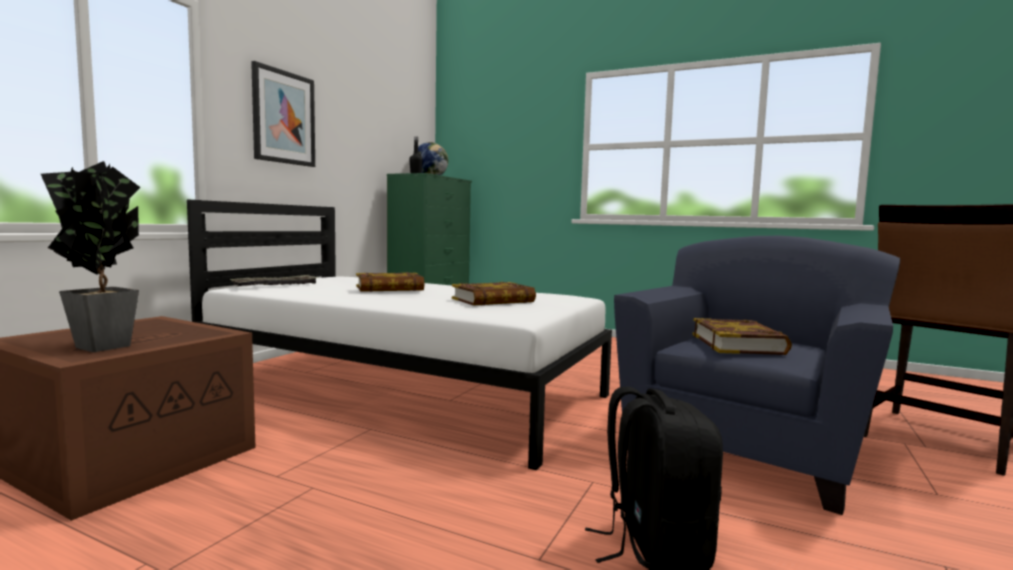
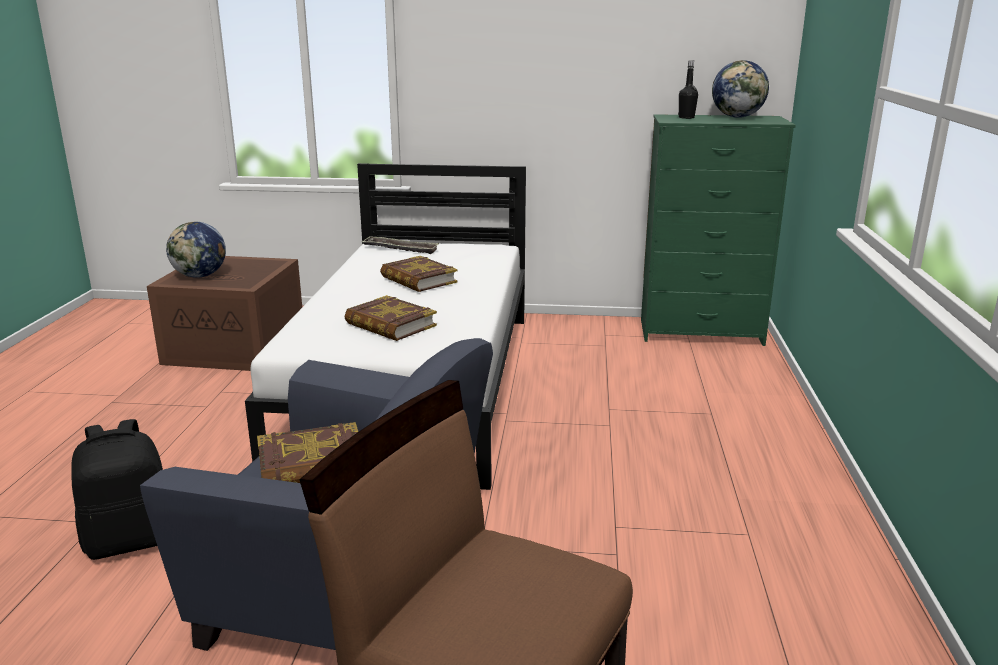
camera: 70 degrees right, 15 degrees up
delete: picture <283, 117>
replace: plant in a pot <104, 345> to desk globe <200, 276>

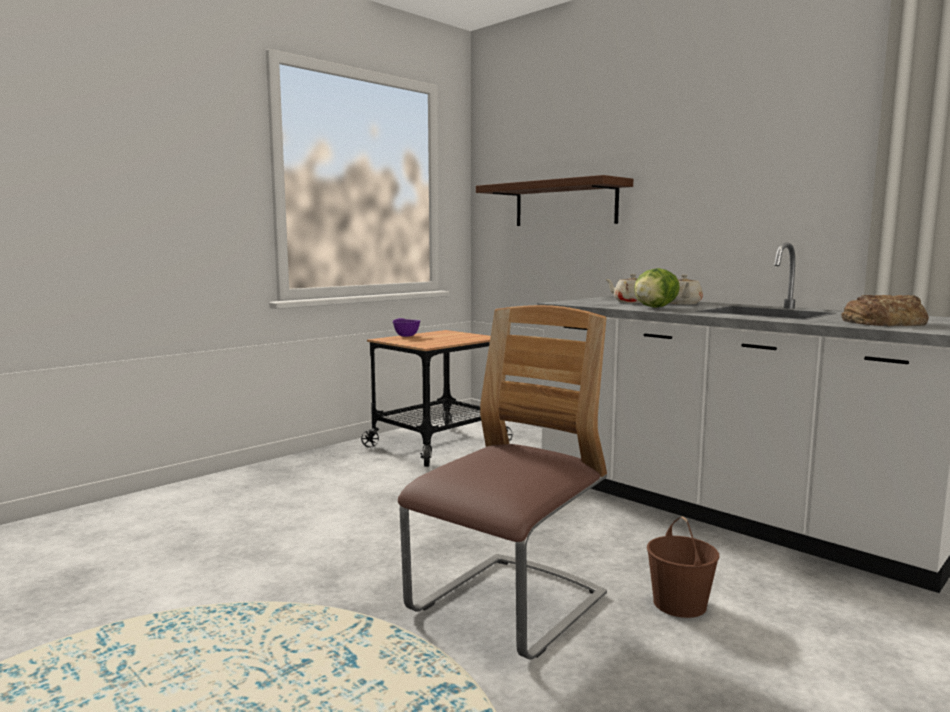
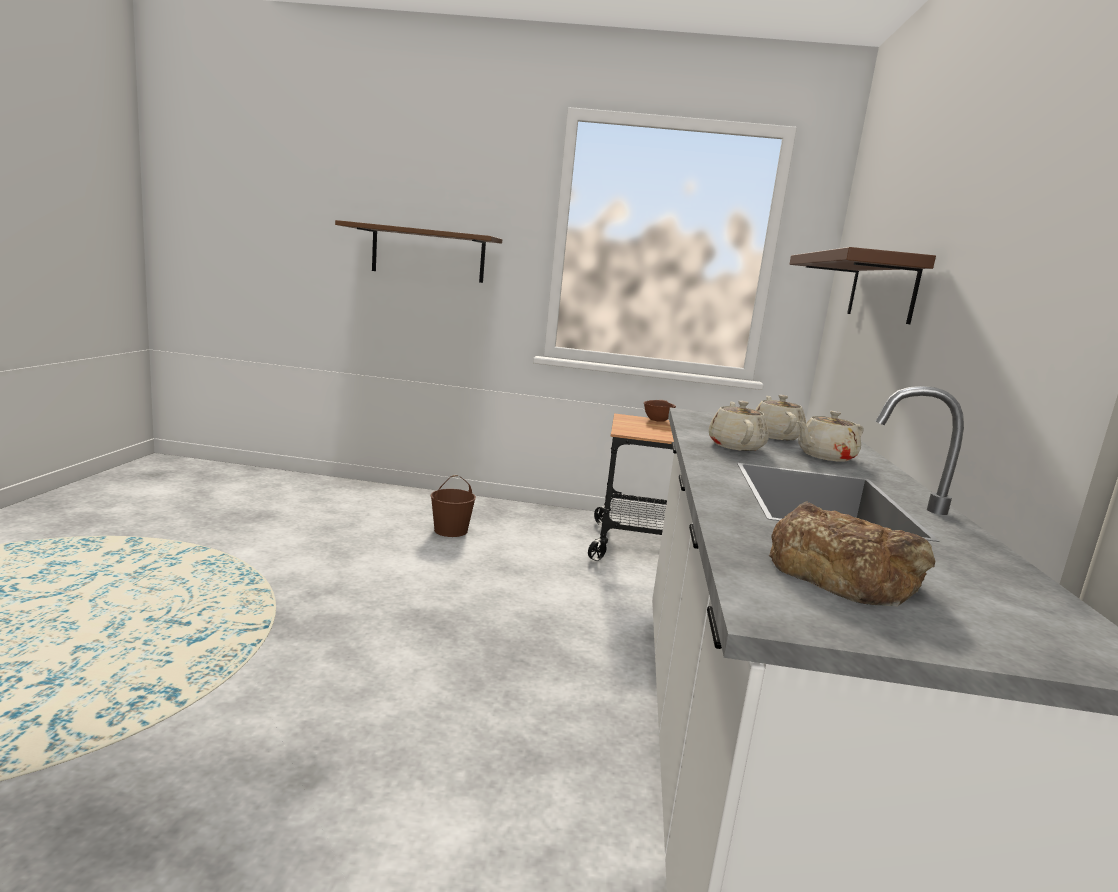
camera: 50 degrees right, 5 degrees up
delete: upright chair <508, 606>
insert: bracket shelf (brown) <428, 254>
move: water bucket (brown) <680, 604> to <450, 530>
replace: lettuce <654, 307> to pot for tea (sand-coloured) <735, 446>
recolor: deep dish (purple) <405, 336> to deep dish (brown) <657, 420>

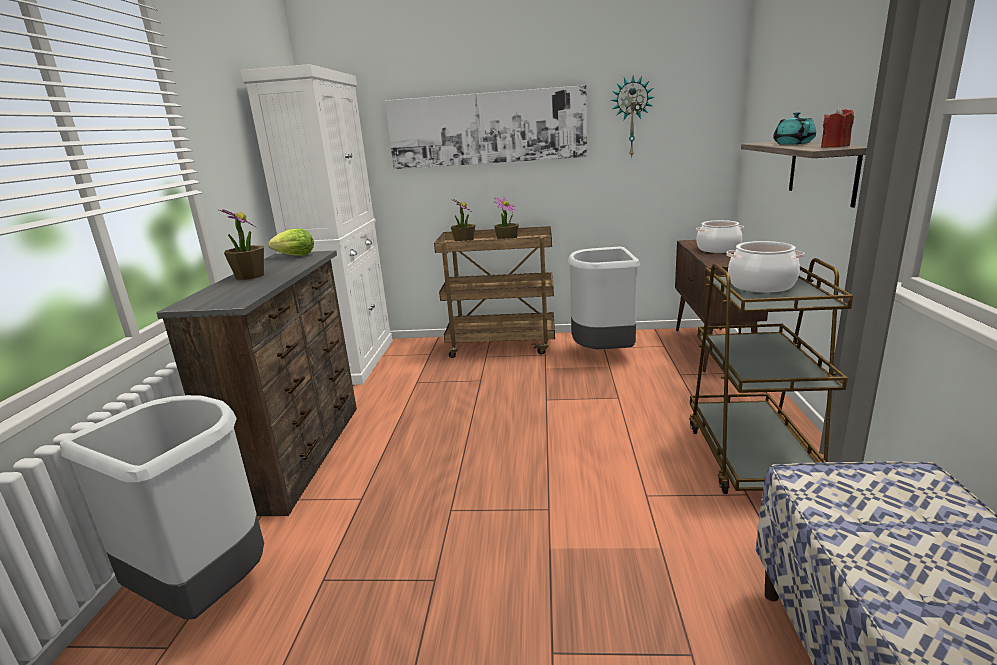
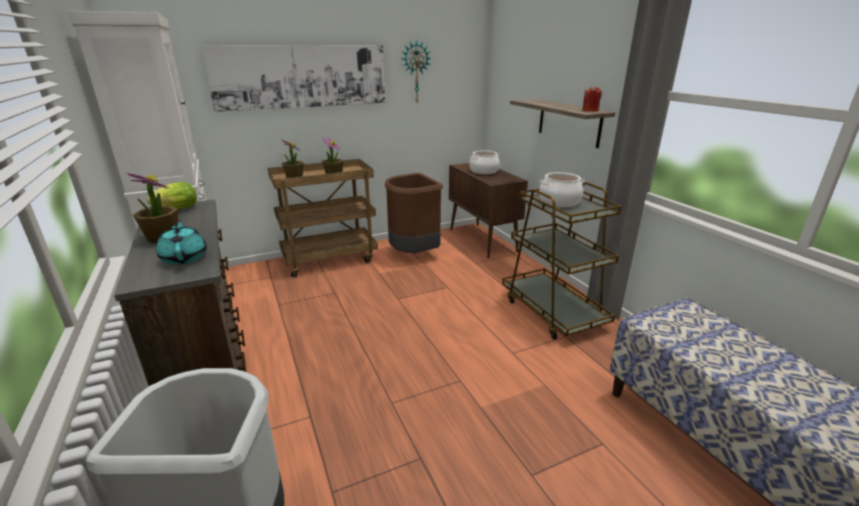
camera: 30 degrees left, 5 degrees up
move: pot for tea (turquoise-coloured) <793, 144> to <185, 257>
recolor: rubbish bin (greyish) <603, 353> to rubbish bin (brown) <413, 254>

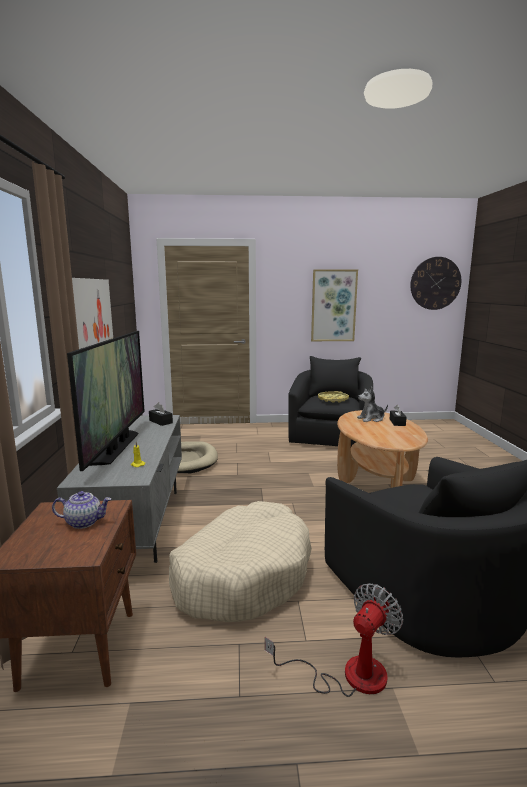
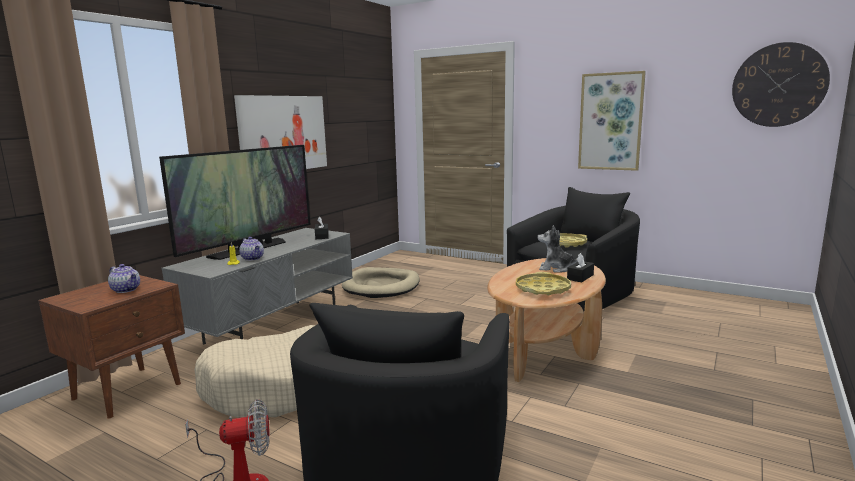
camera: 35 degrees right, 0 degrees up
insert: pot for tea <253, 258>; serving tray (yellow) <542, 289>

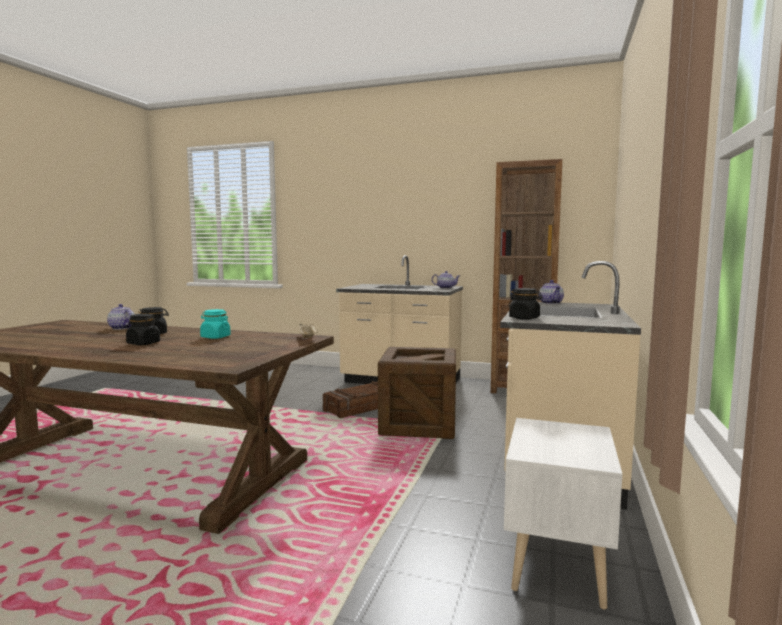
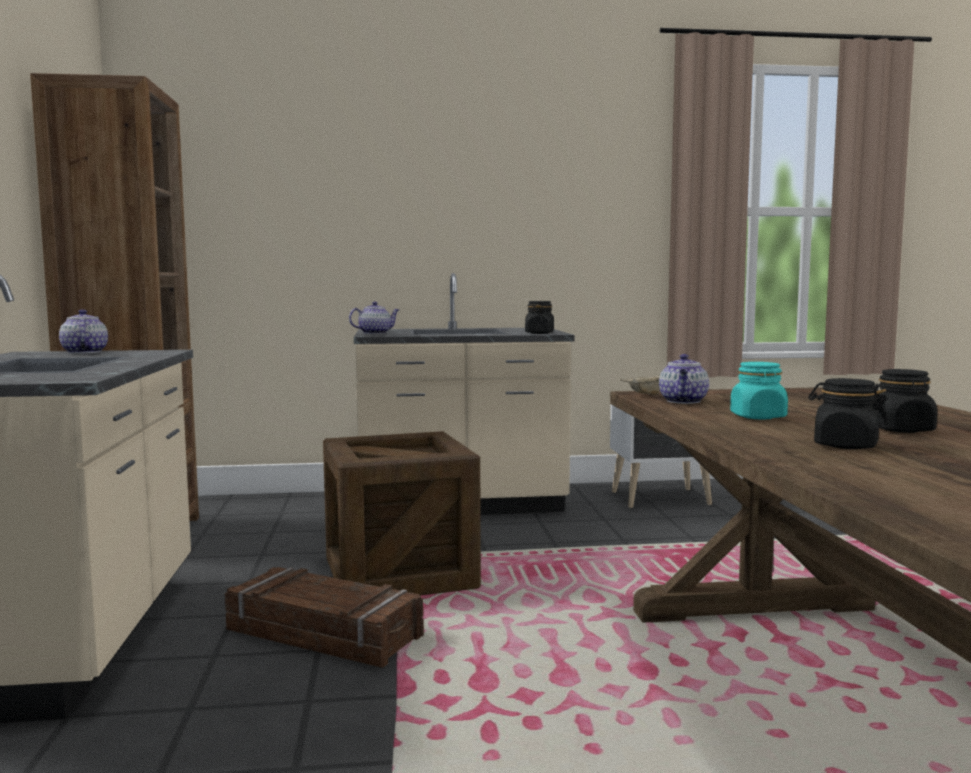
camera: 115 degrees left, 0 degrees up
move: pot for tea <121, 328> to <683, 401>

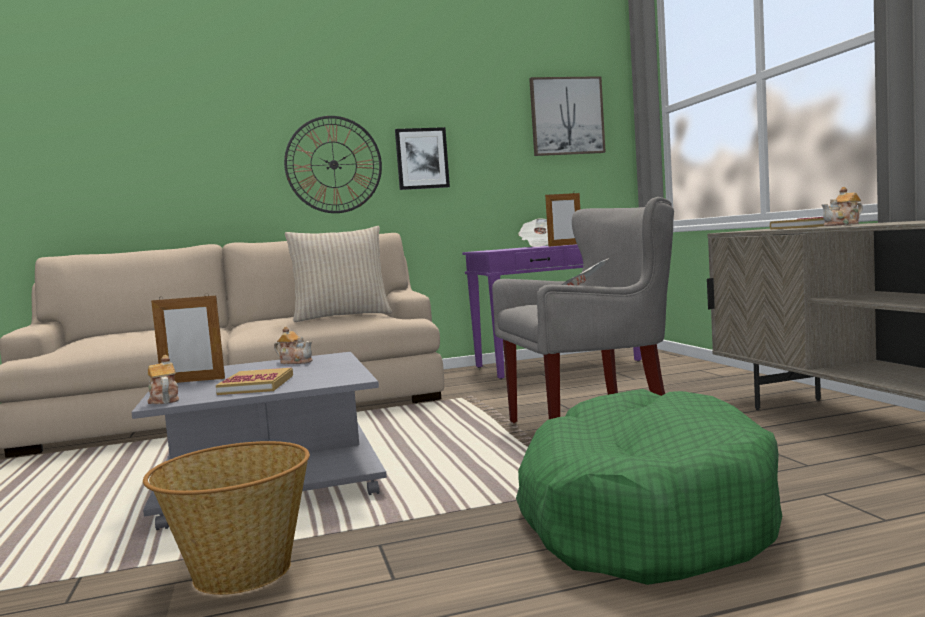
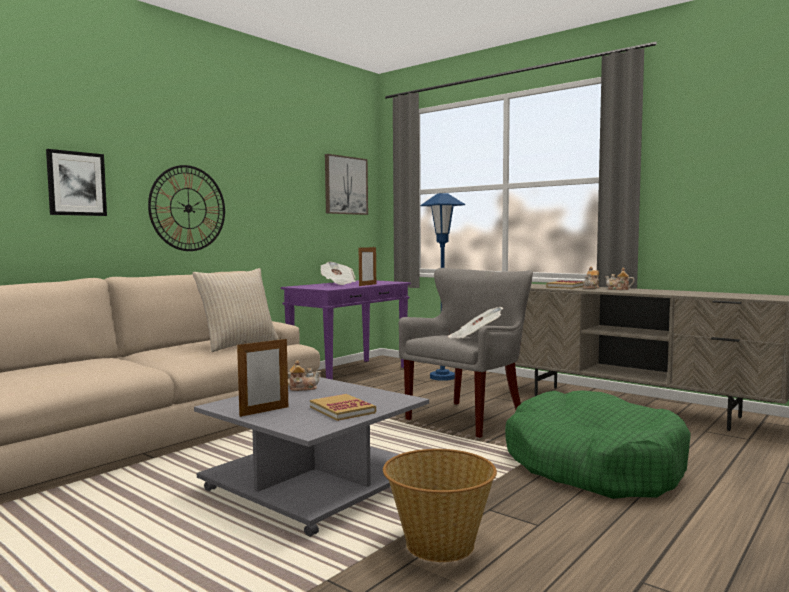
camera: 35 degrees left, 0 degrees up
insert: standard lamp (blue-coloured) <442, 377>
move: picture <422, 158> to <76, 183>; pot for tea <164, 400> to <618, 289>

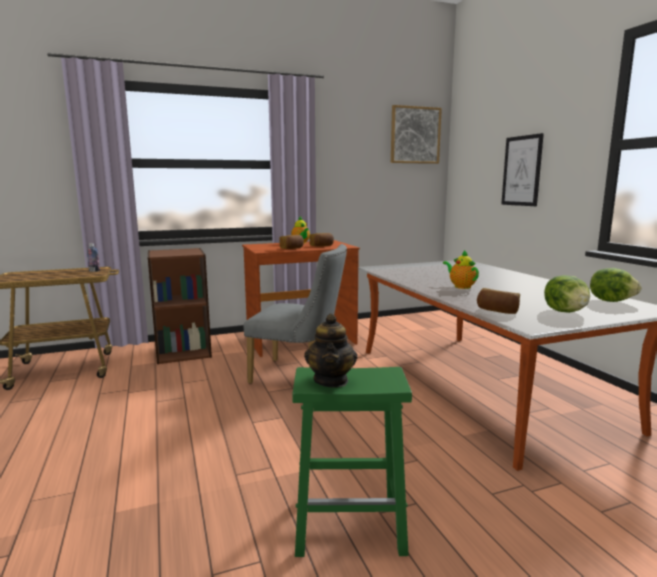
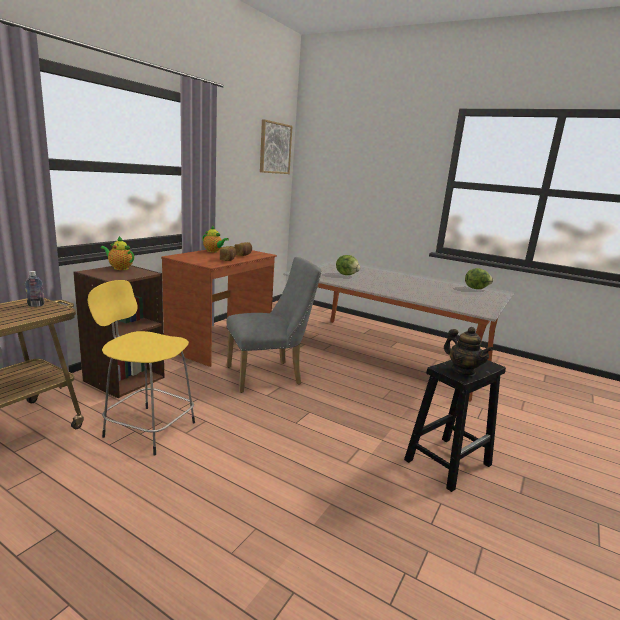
camera: 40 degrees left, 5 degrees up
delete: picture <521, 171>; bread <498, 311>
insert: stool (yellow) <147, 428>
move: pot for tea <461, 286> to <119, 268>; lettuce <566, 312> to <347, 275>
recolor: stool (green-coloured) <351, 524> to stool (black-coloured) <448, 462>

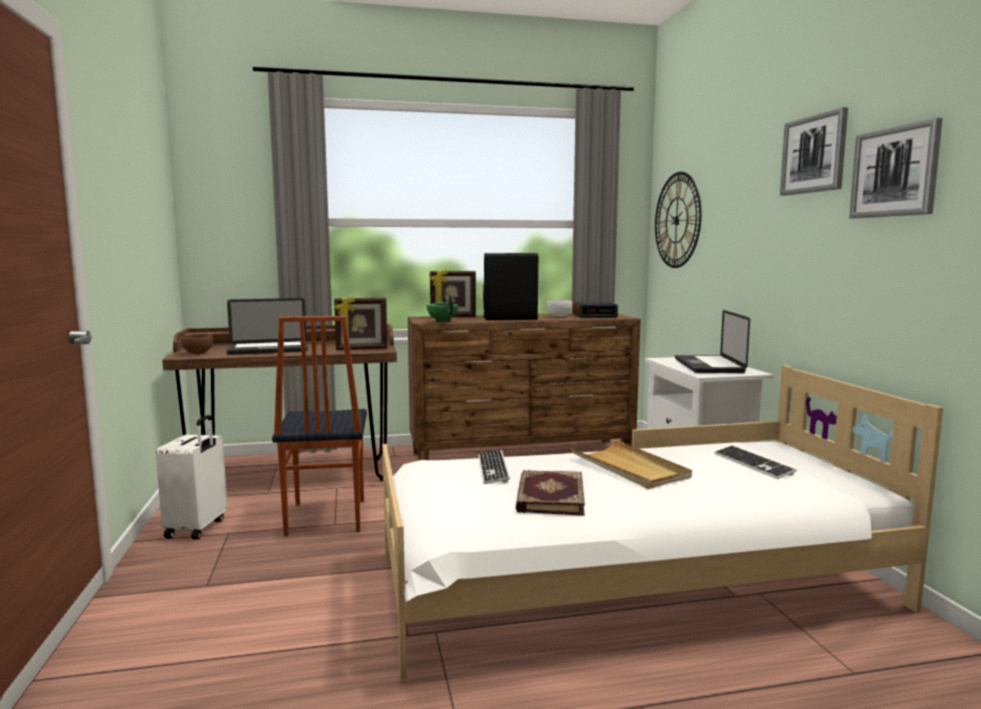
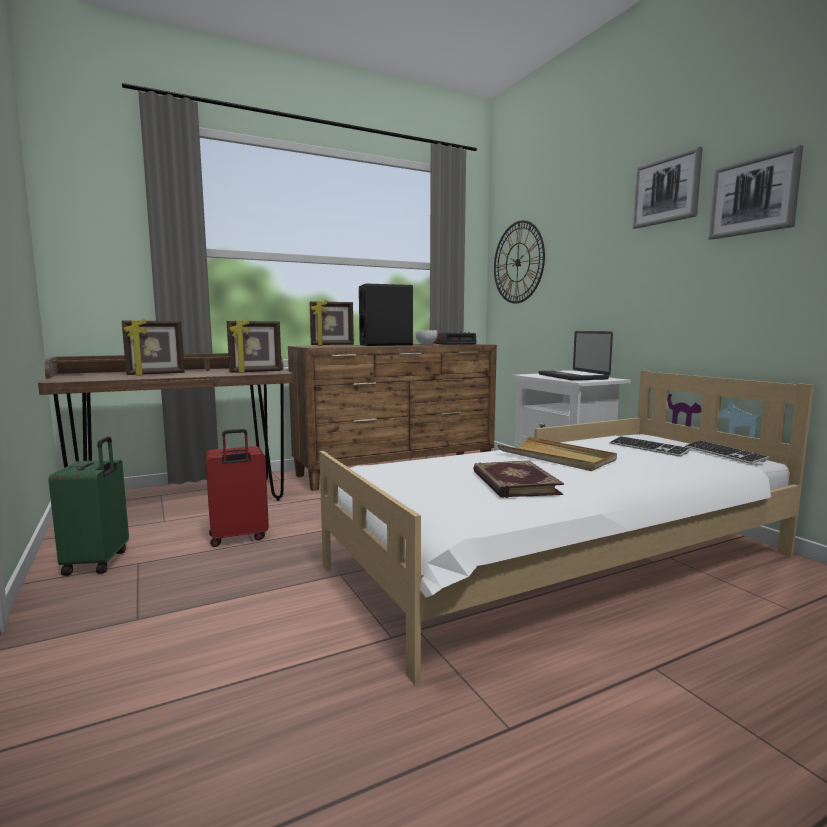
camera: 15 degrees left, 0 degrees up
delete: pot for tea (green-coloured) <442, 321>; deep dish (brown) <198, 353>
move: keyboard <493, 469> to <724, 454>
replace: notebook computer <268, 349> to photo frame <156, 374>; upright chair <324, 517> to suitcase (red) <238, 538>
recolor: suitcase (whitish) <197, 528> to suitcase (green-coloured) <98, 562>

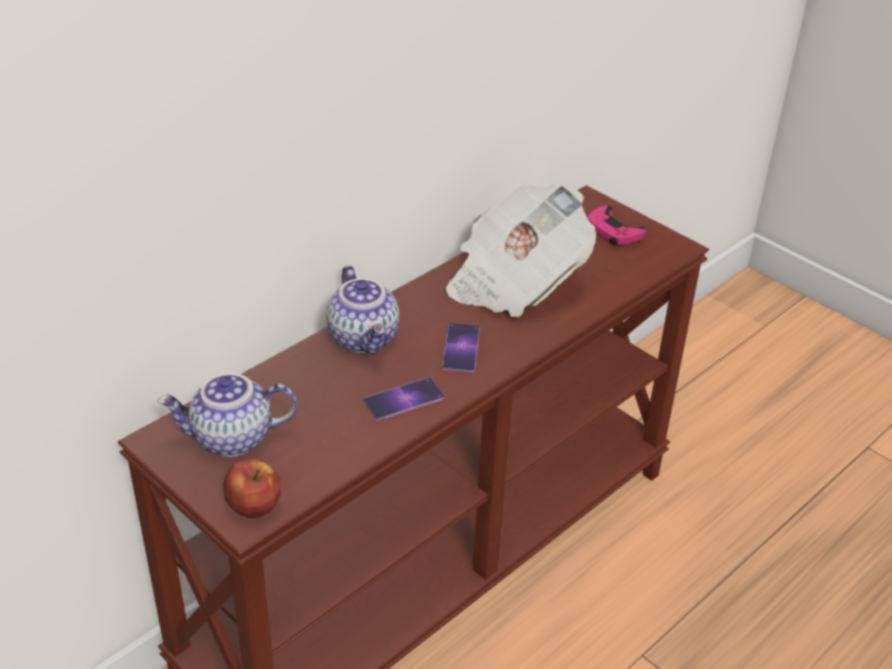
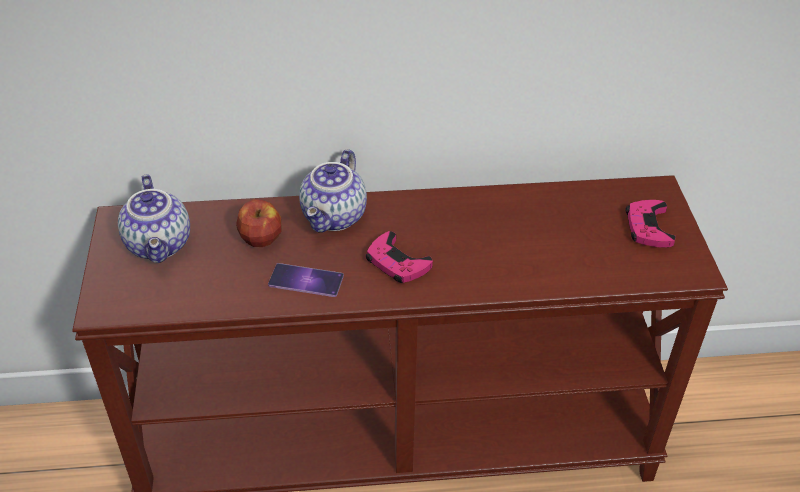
camera: 40 degrees right, 5 degrees up
delete: daily paper <515, 281>
move: apple fruit <253, 506> to <261, 238>
replace: phone <461, 348> to joypad (pink-coloured) <397, 263>
rotate: pot for tea <231, 439> = <160, 245> 135 degrees counterclockwise

